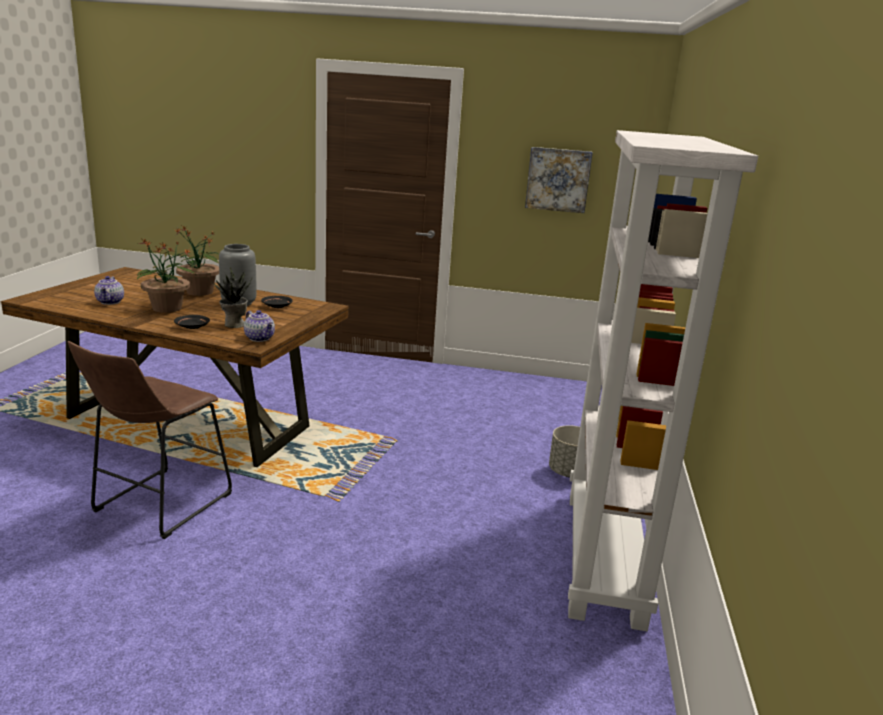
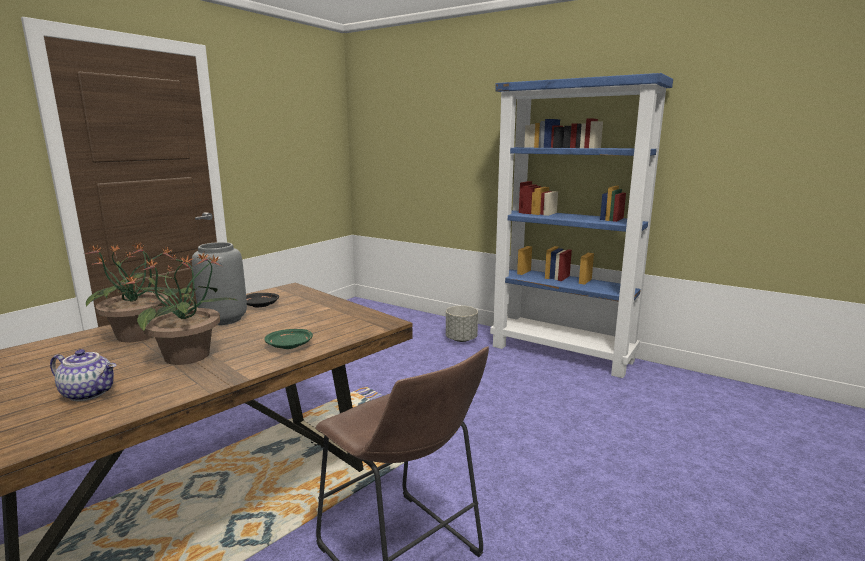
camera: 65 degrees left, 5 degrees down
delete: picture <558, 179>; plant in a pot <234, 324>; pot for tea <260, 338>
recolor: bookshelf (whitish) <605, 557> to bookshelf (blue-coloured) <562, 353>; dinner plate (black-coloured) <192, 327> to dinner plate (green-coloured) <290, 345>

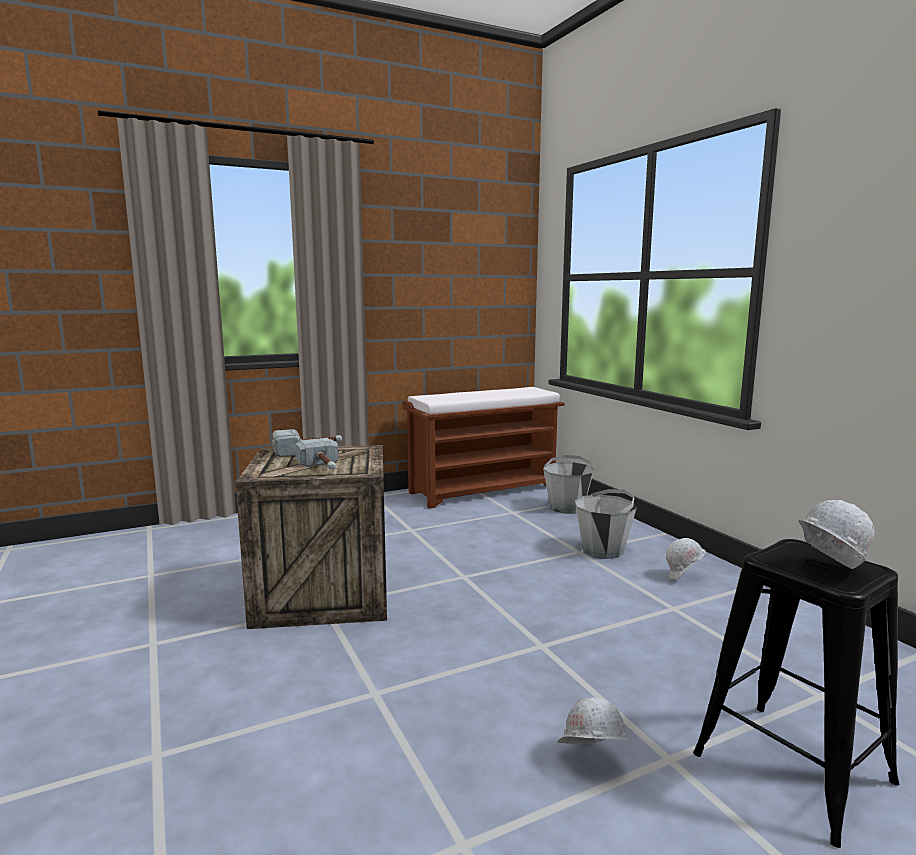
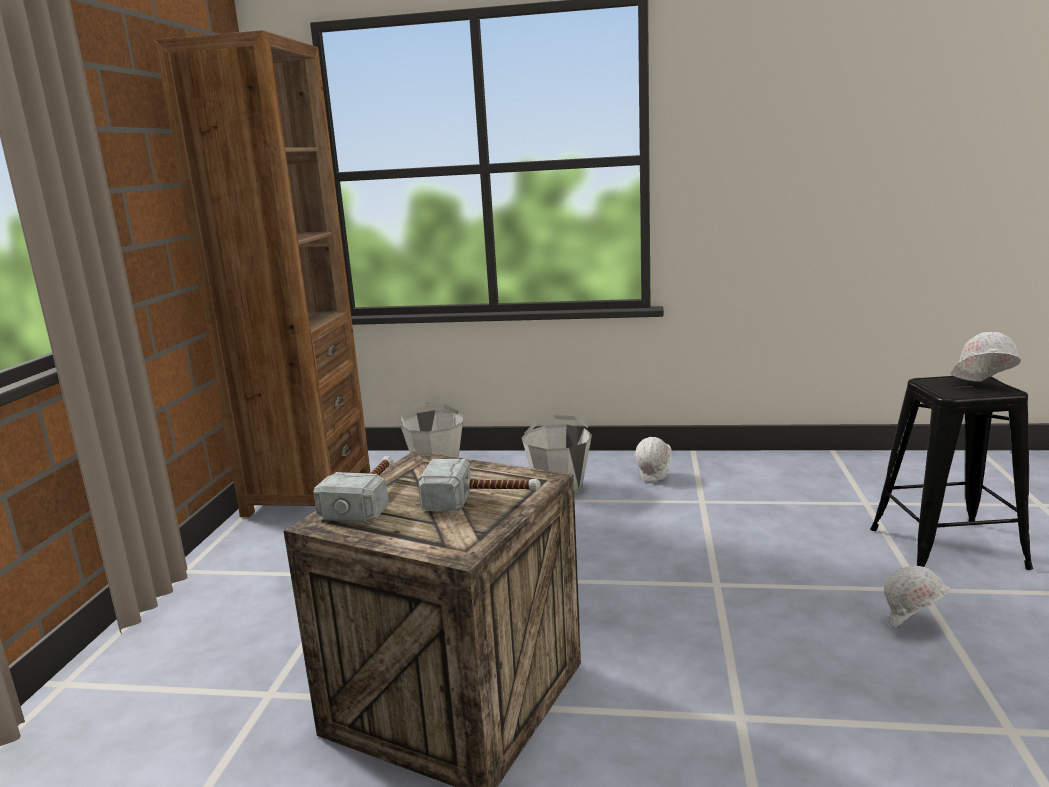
camera: 55 degrees left, 5 degrees up
replace: long seat (brown) <484, 490> to bookshelf (brown) <308, 493>

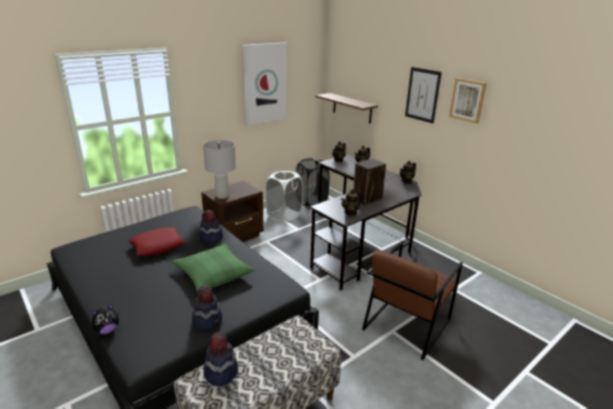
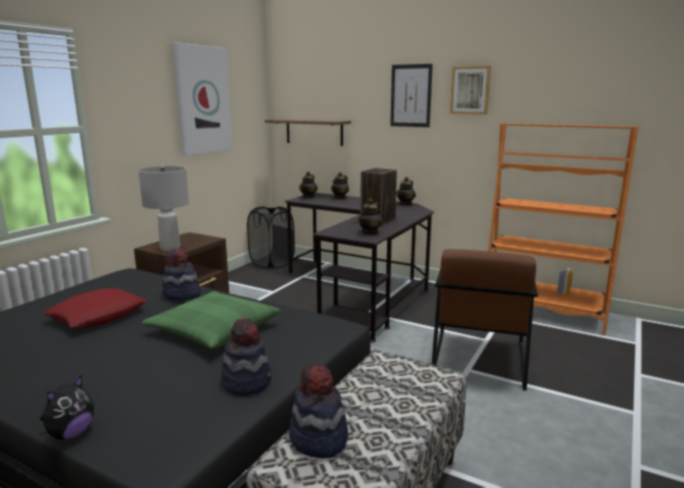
camera: 20 degrees left, 10 degrees down
delete: washing basket (whitish) <284, 215>
insert: bookshelf (orange) <543, 311>

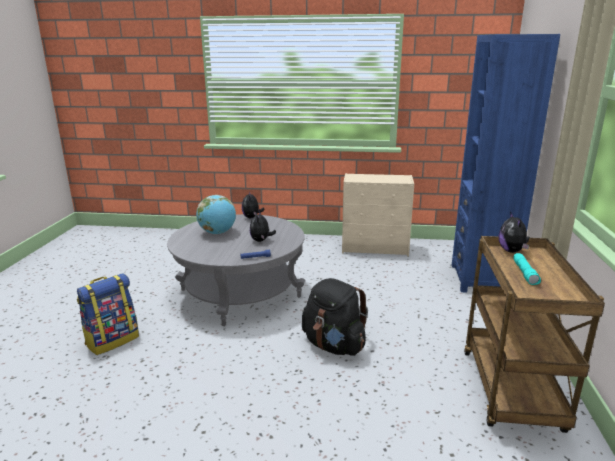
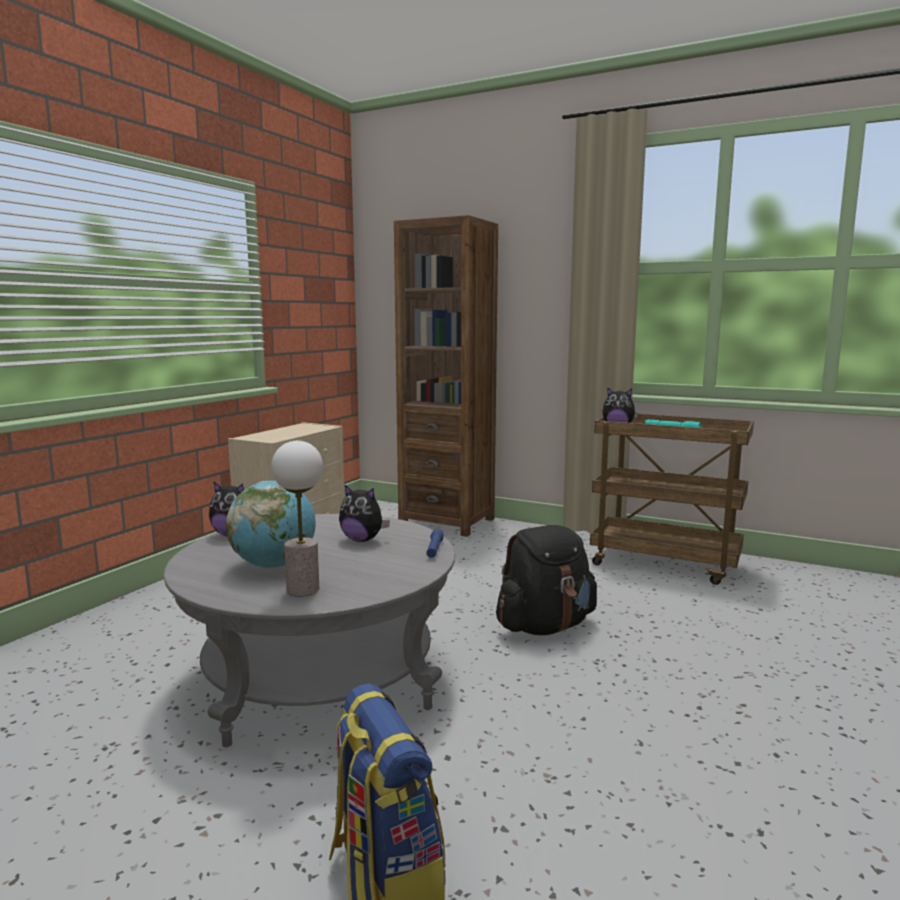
camera: 70 degrees left, 10 degrees down
insert: tabletop lamp <303, 589>
recolor: bookshelf (blue-coloured) <482, 279> to bookshelf (brown) <447, 522>

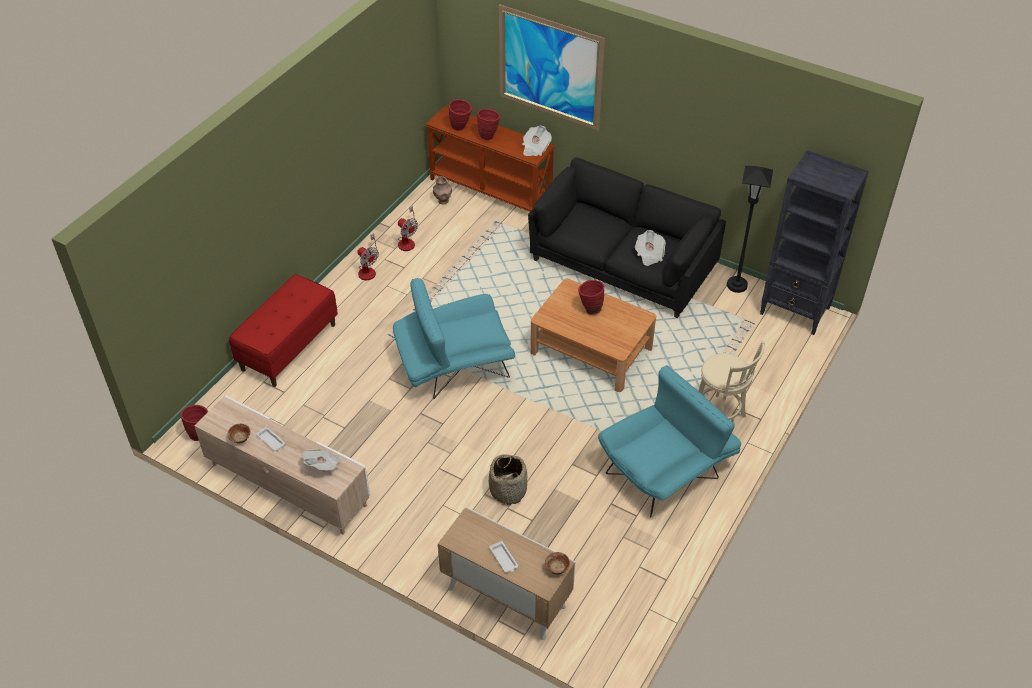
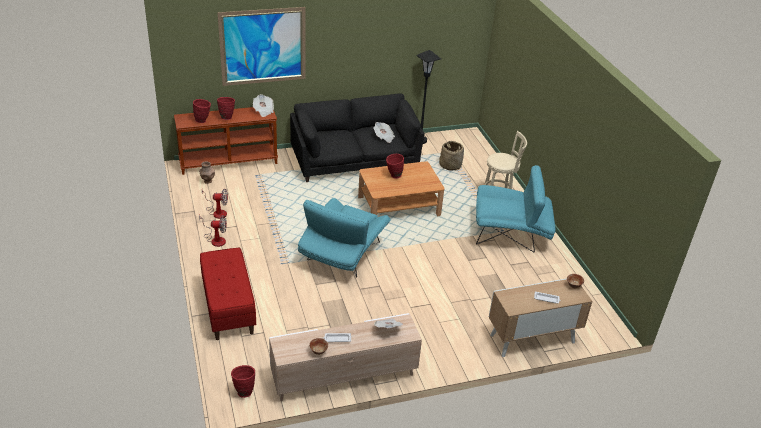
camera: 50 degrees left, 10 degrees down
delete: bookshelf (black-coloured) <795, 311>
move: basket <508, 490> to <450, 165>
rotate: lounge chair (turquoise-coloured) <667, 469> = <510, 234> 90 degrees clockwise

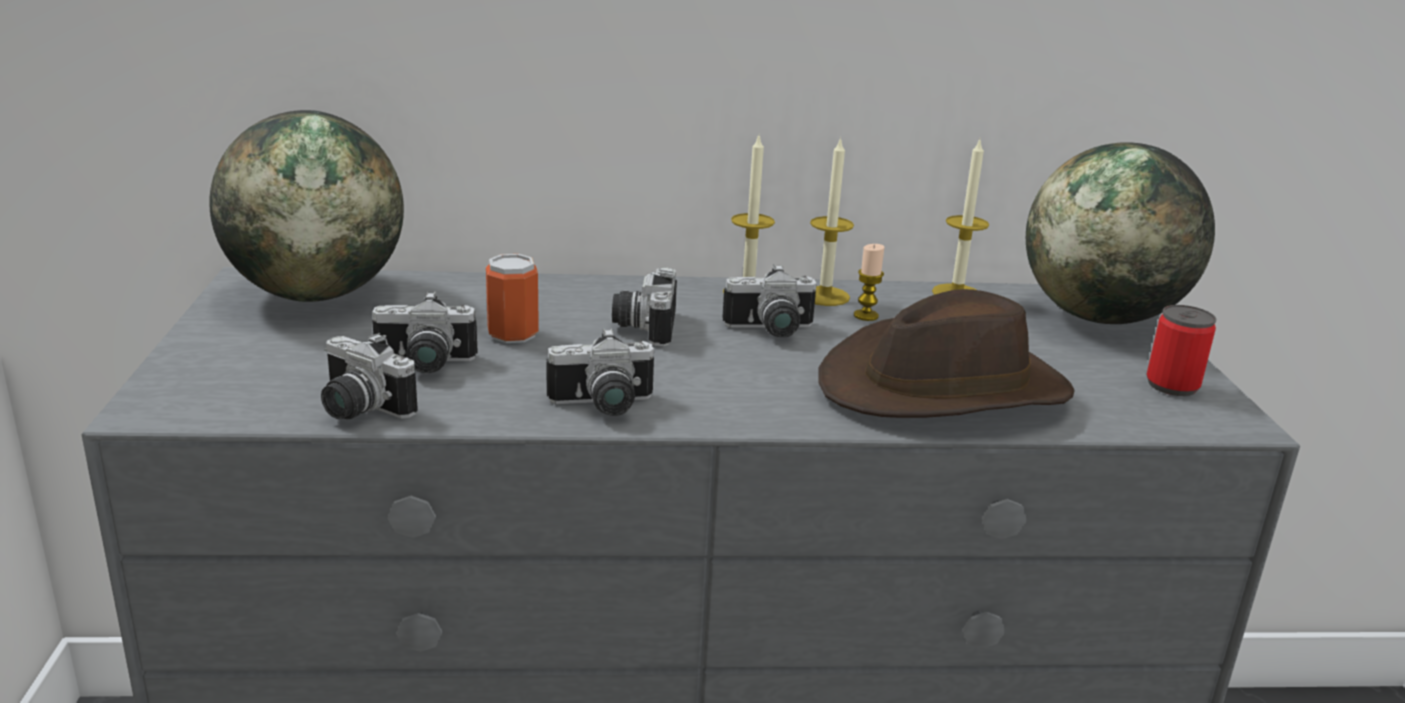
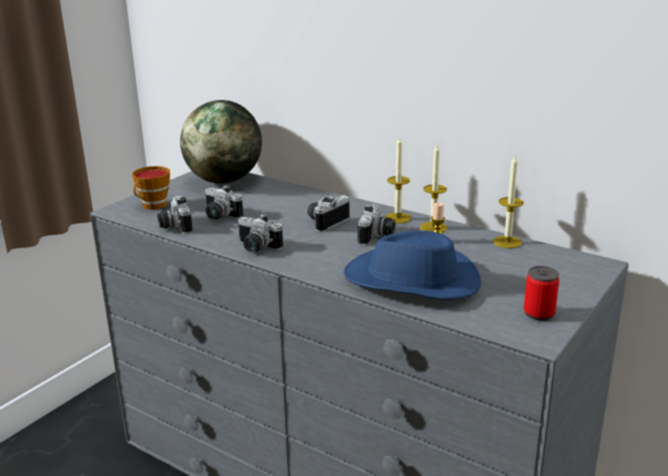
camera: 40 degrees right, 0 degrees up
delete: desk globe <1100, 317>; sealed can <513, 334>
insert: cup <153, 206>
recolor: hat (brown) <944, 388> to hat (blue-coloured) <412, 281>
rotate: still camera <771, 331> = <377, 236> 105 degrees counterclockwise

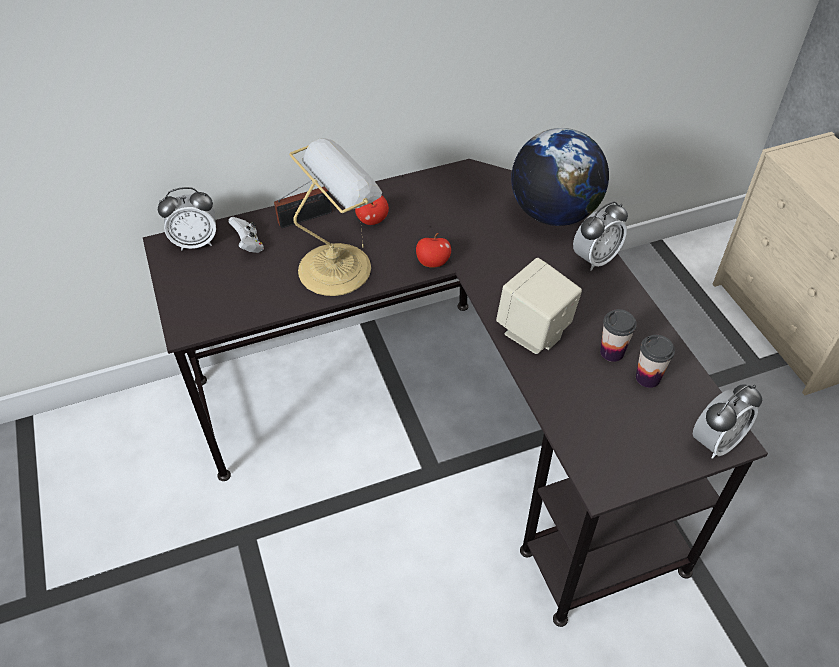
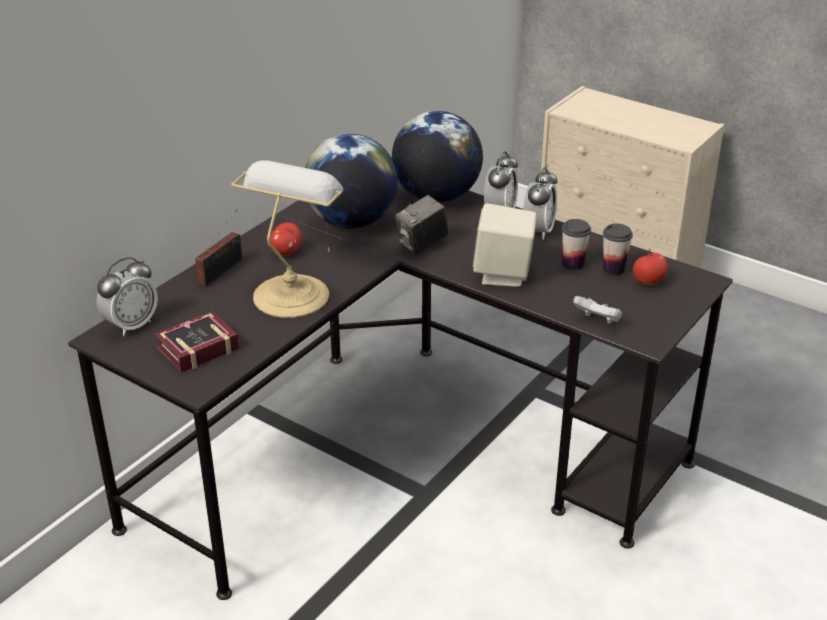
camera: 35 degrees left, 15 degrees down
insert: desk globe <351, 222>; still camera <422, 245>; book <194, 348>
move: joypad (whitish) <249, 245> to <597, 320>; apple fruit <433, 263> to <648, 282>; bedside clock <716, 442> to <538, 231>

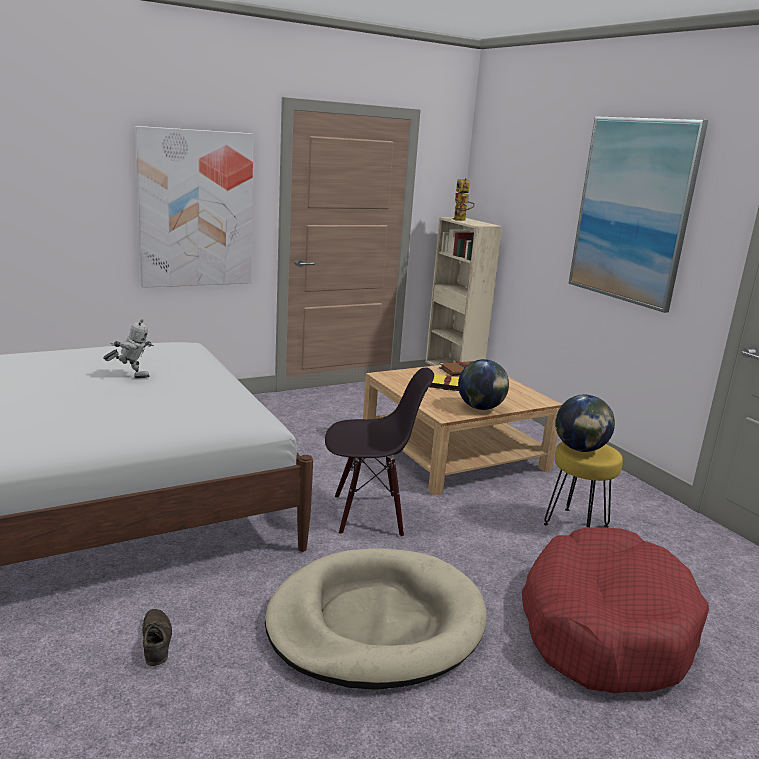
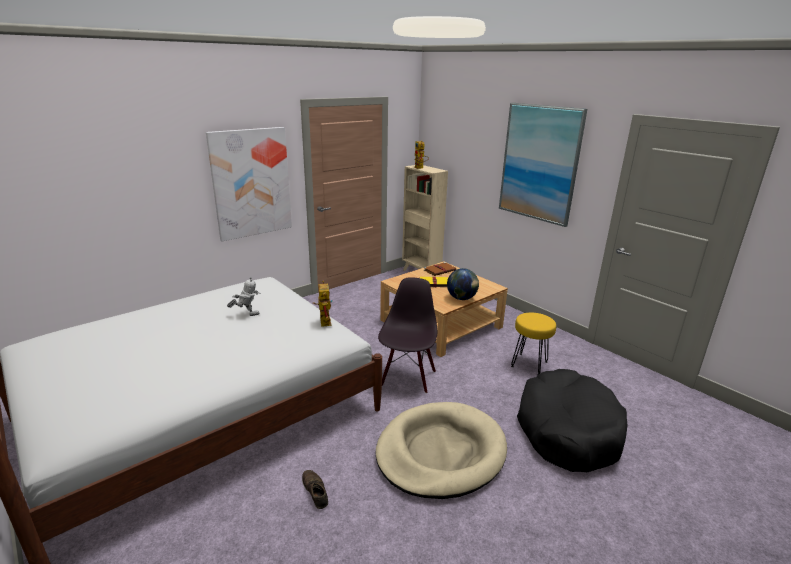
camera: 10 degrees left, 5 degrees up
delete: desk globe <580, 449>
insert: robot figure <323, 321>
recolor: pet bed (red) <604, 627> to pet bed (black-coloured) <567, 430>
rotate: upright chair (black-coloured) <368, 515> = <407, 378> 60 degrees counterclockwise

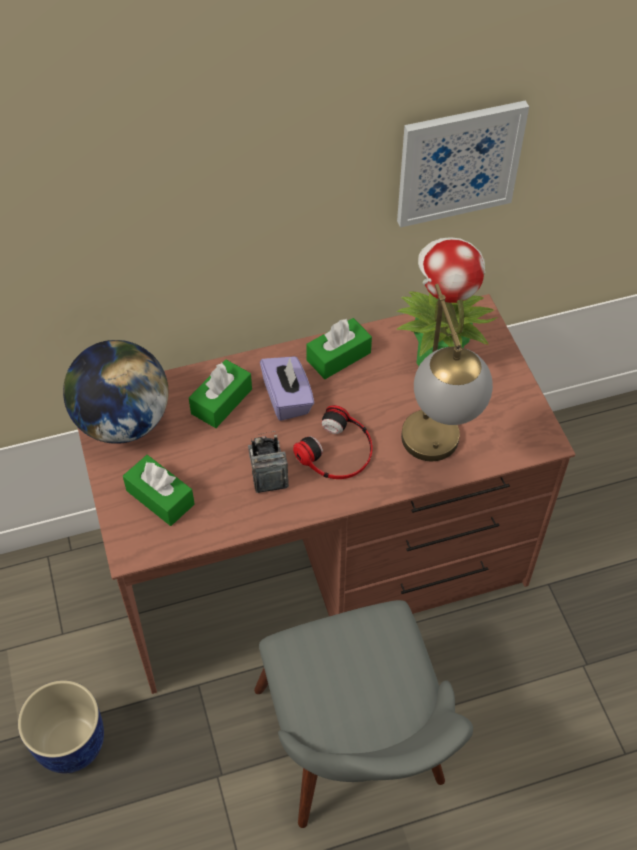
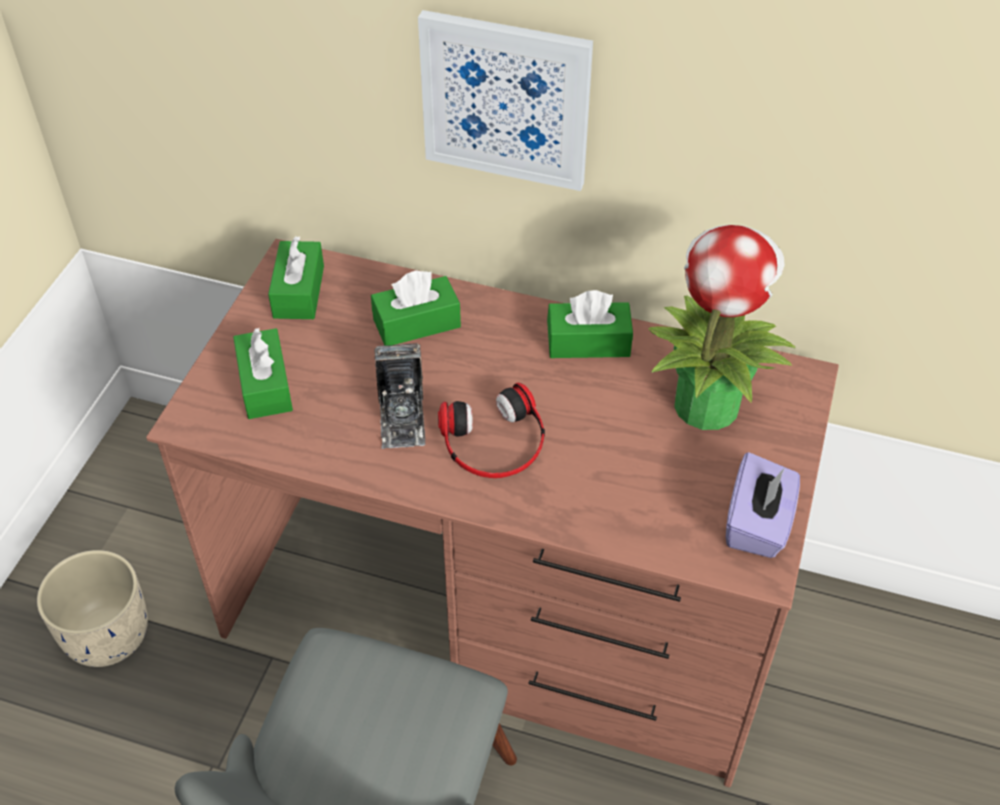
camera: 35 degrees right, 5 degrees down
delete: tabletop lamp <436, 455>
move: picture <458, 163> to <506, 99>; tissue holder (purple) <287, 399> to <757, 524>
replace: desk globe <123, 422> to tissue holder (green-coloured) <299, 292>
recolor: plant pot (blue-coloured) <71, 741> to plant pot (sand-coloured) <108, 634>
rotate: still camera <267, 468> = <402, 416> 150 degrees clockwise

